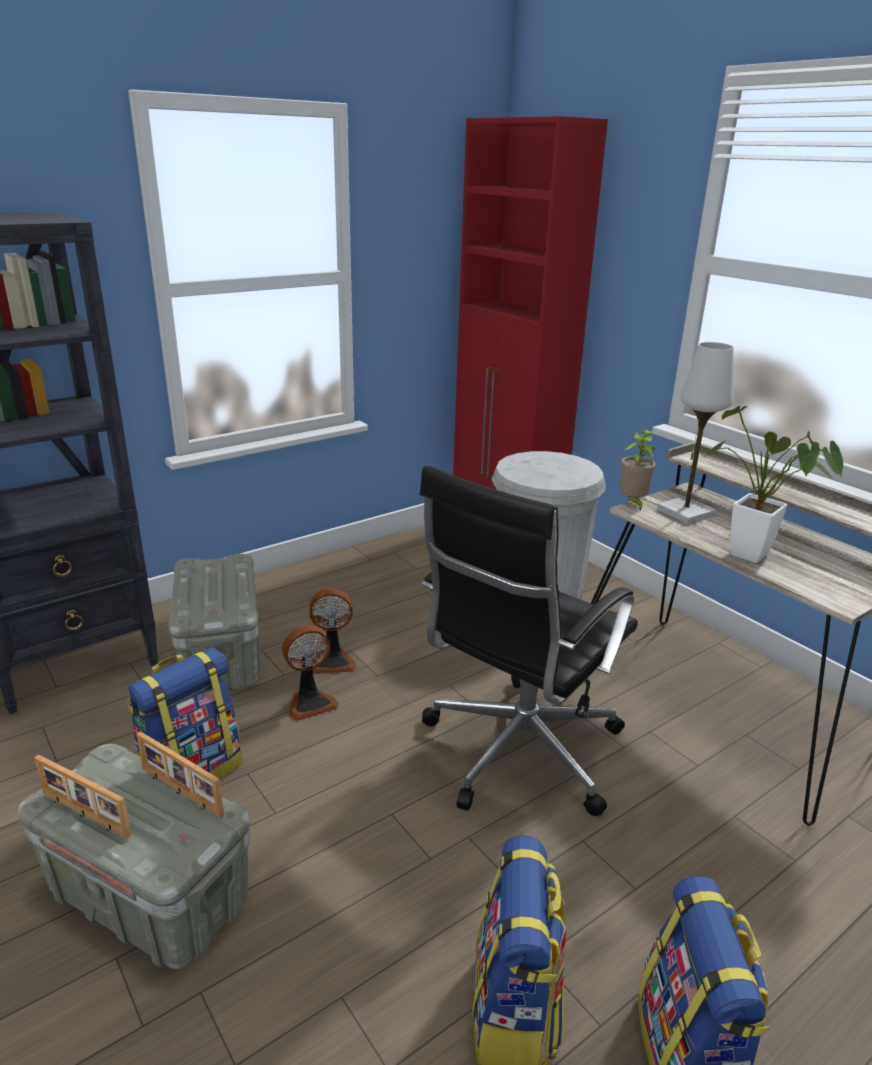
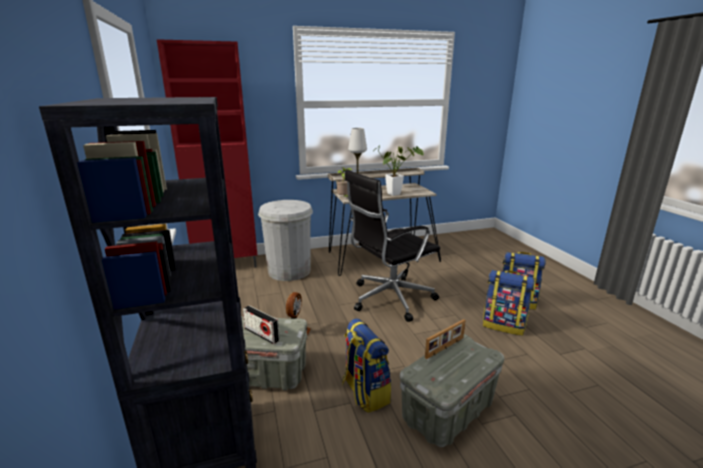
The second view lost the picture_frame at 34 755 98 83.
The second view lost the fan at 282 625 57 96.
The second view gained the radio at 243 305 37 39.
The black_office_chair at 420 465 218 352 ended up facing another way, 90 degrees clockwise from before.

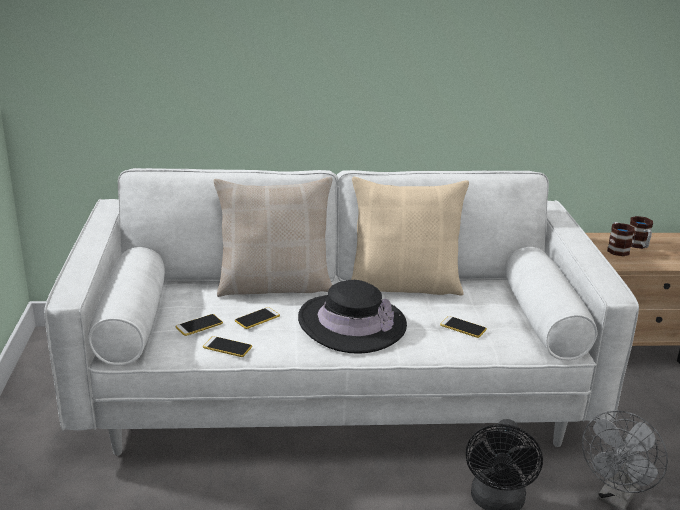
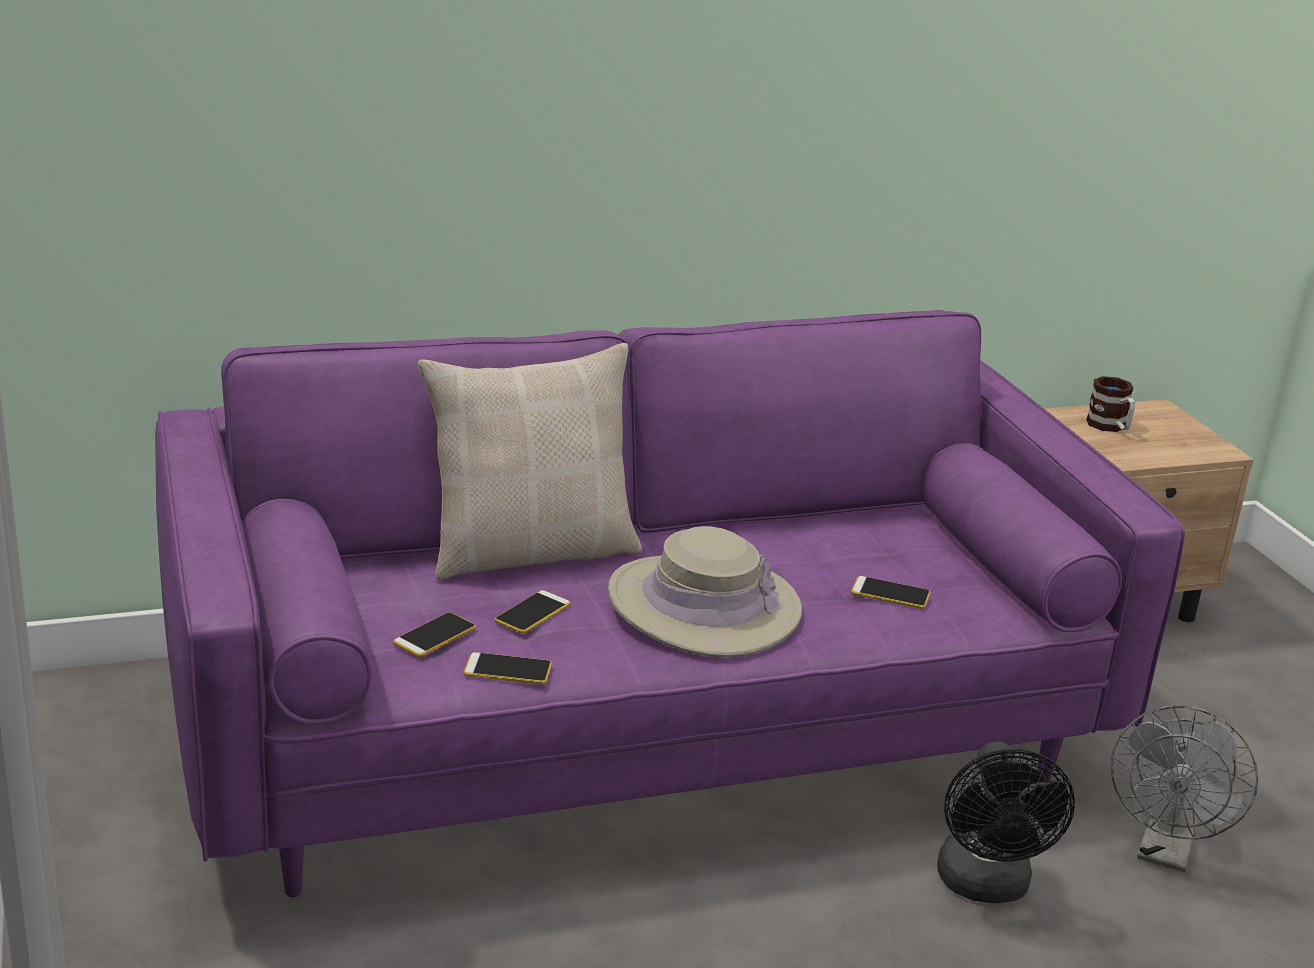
The second view lost the beige_pillow at 351 177 118 119.
The second view lost the mug at 607 222 28 34.
What was the white_sofa at 44 168 595 288 turned into the purple_sofa at 155 310 1030 588.
What was the black_hat at 298 280 109 74 turned into the beige_hat at 608 526 194 131.

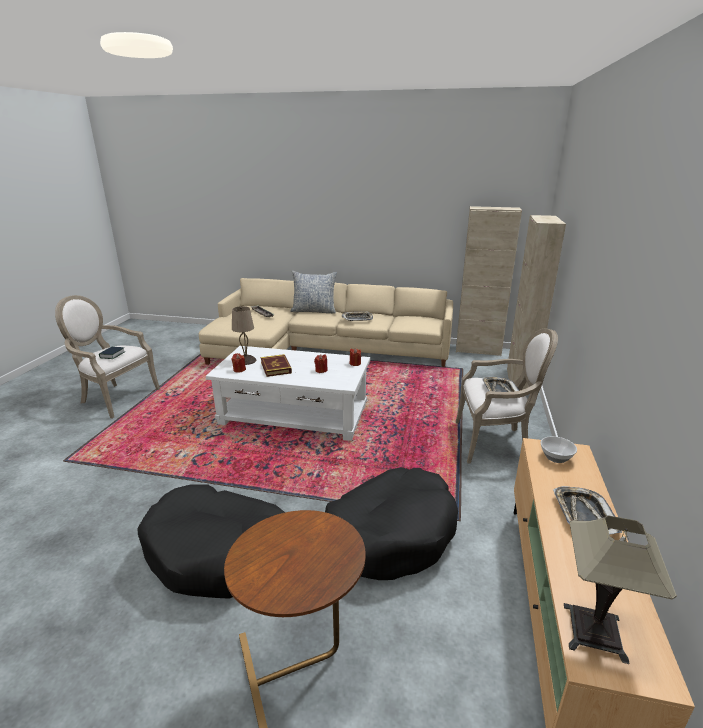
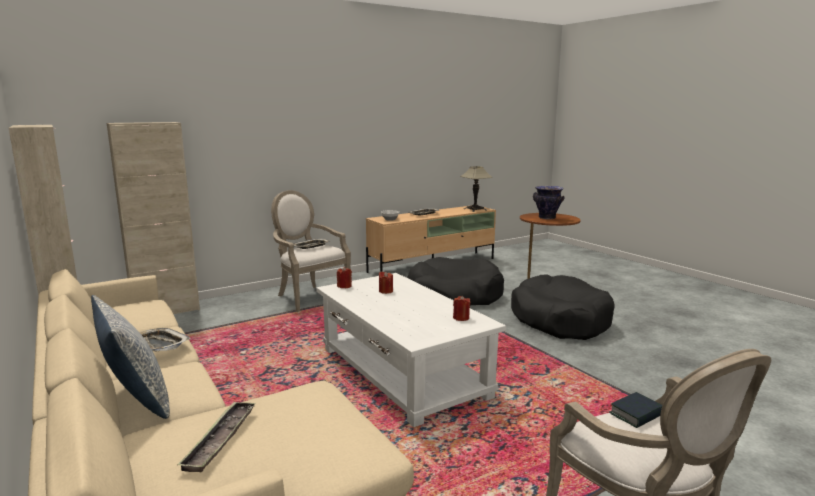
The second view lost the beige_table_lamp at 232 306 24 59.
The second view lost the book at 261 354 31 23.
The second view gained the vase at 533 186 32 33.

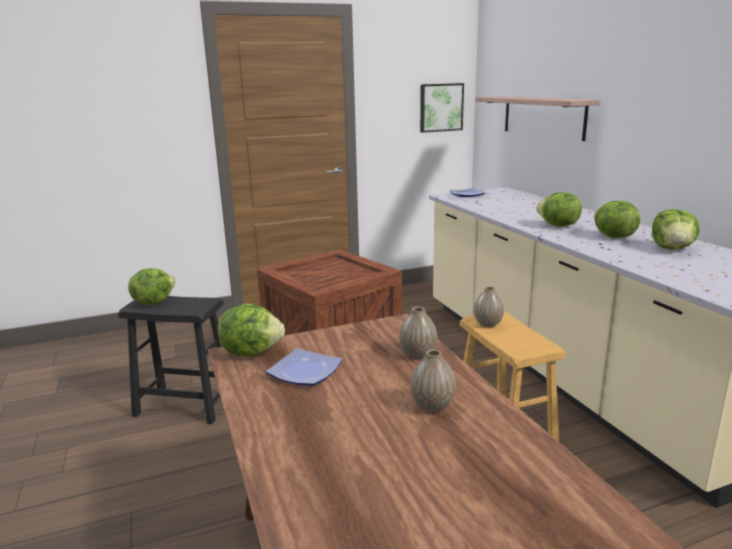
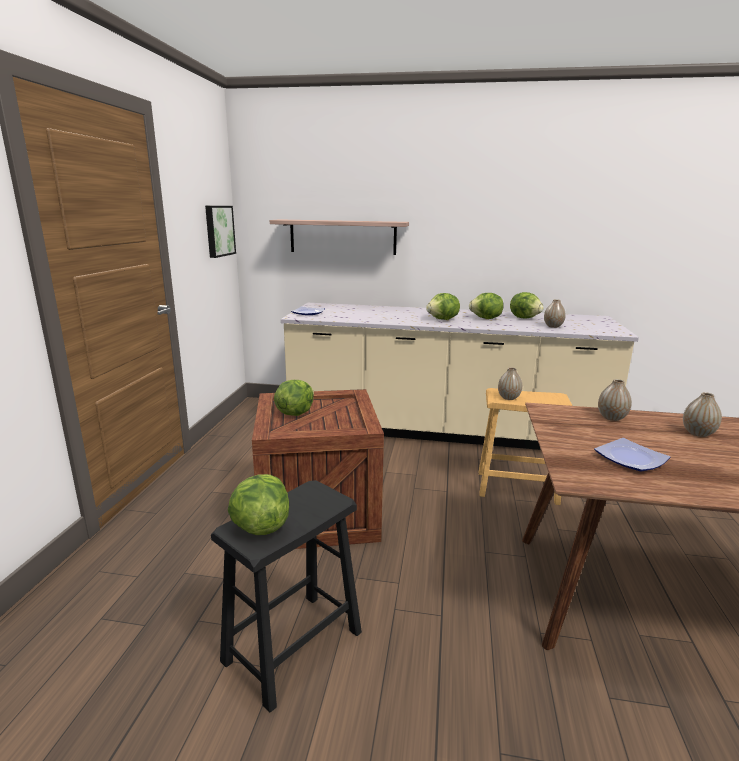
The second view gained the vase at 544 299 22 29.
The lettuce ended up elsewhere, having gone from 218 303 67 54 to 274 380 40 36.

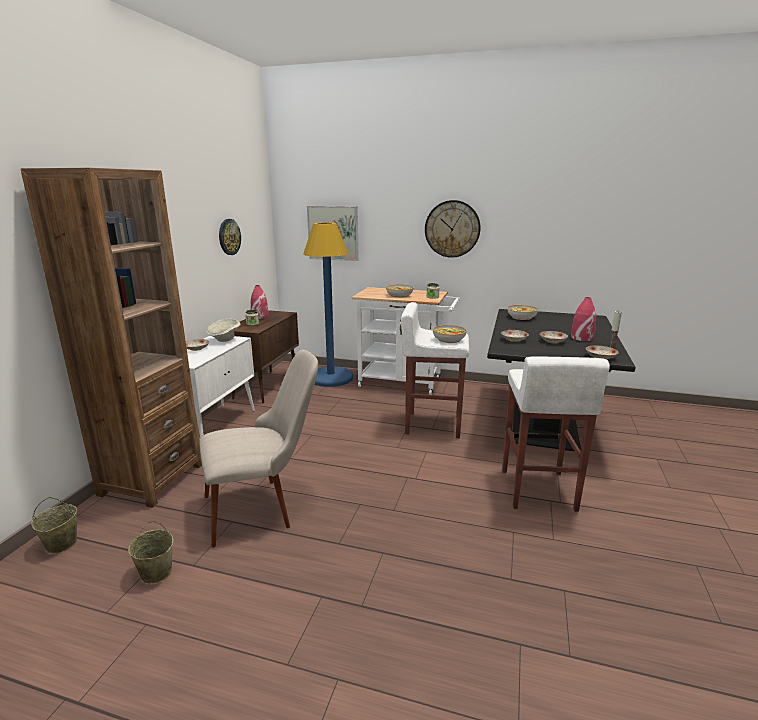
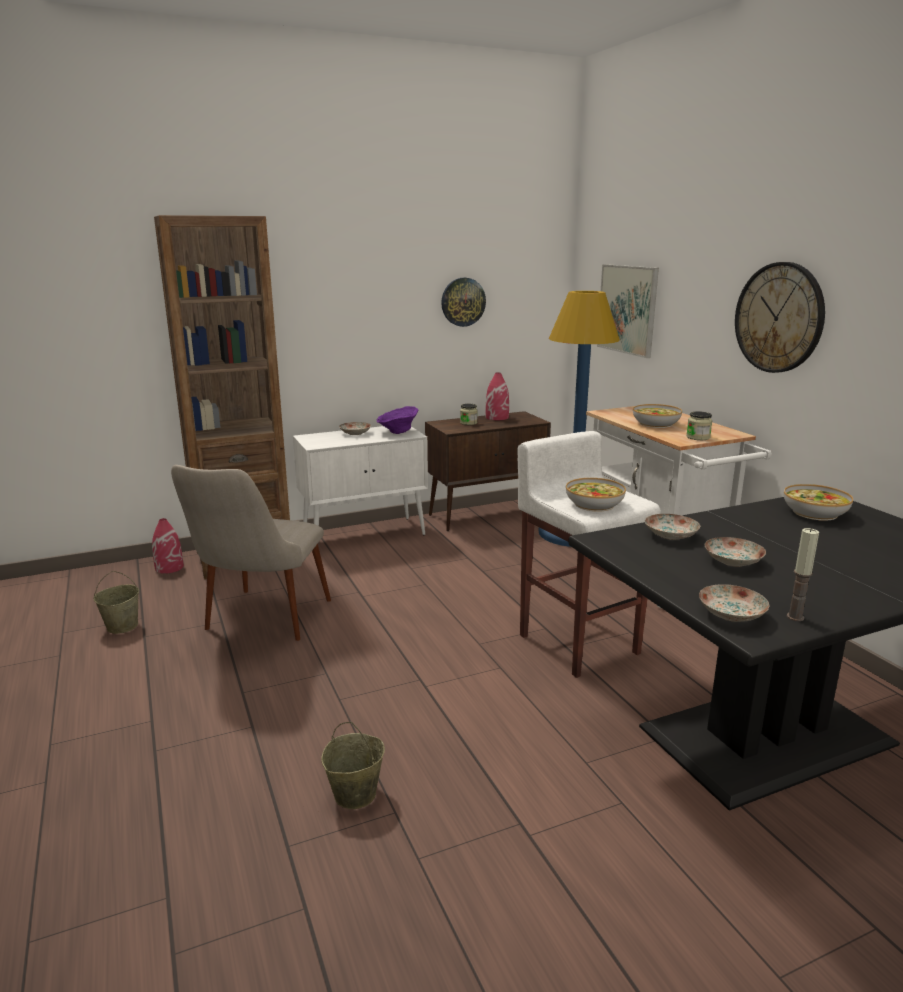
The second view lost the white_stool at 502 356 108 156.
The beige_bucket ended up elsewhere, having gone from 31 497 46 56 to 321 722 64 87.
The red_vase ended up elsewhere, having gone from 571 297 25 44 to 152 518 32 56.
What was the beige_bowl at 206 318 34 24 turned into the purple_bowl at 377 406 41 28.
The beige_chair at 199 350 119 198 ended up facing another way, 75 degrees clockwise from before.

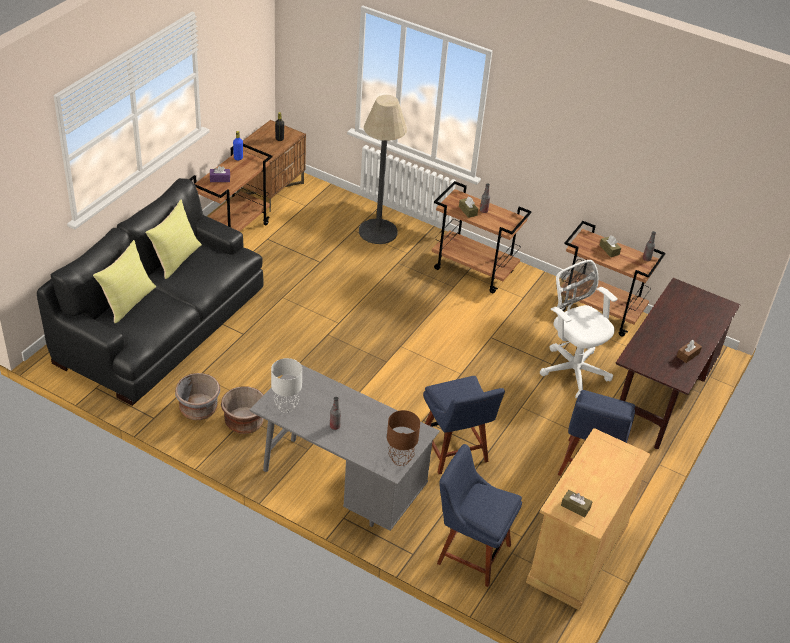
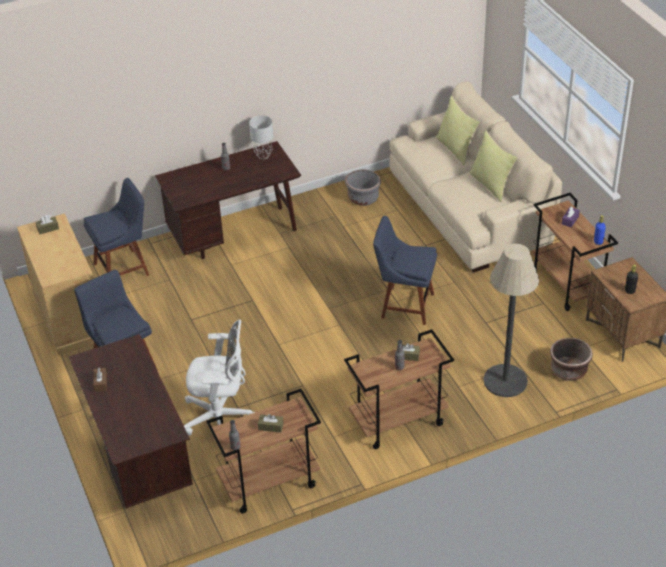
The second view lost the brown_table_lamp at 387 410 33 56.
The brown_planter ended up elsewhere, having gone from 221 386 43 48 to 550 338 43 43.
The blue_chair ended up elsewhere, having gone from 423 376 82 98 to 373 216 64 109.
What was the black_sofa at 37 178 226 228 turned into the beige_sofa at 389 82 173 191.
What was the grey_desk at 249 364 191 167 turned into the brown_desk at 155 141 146 118.

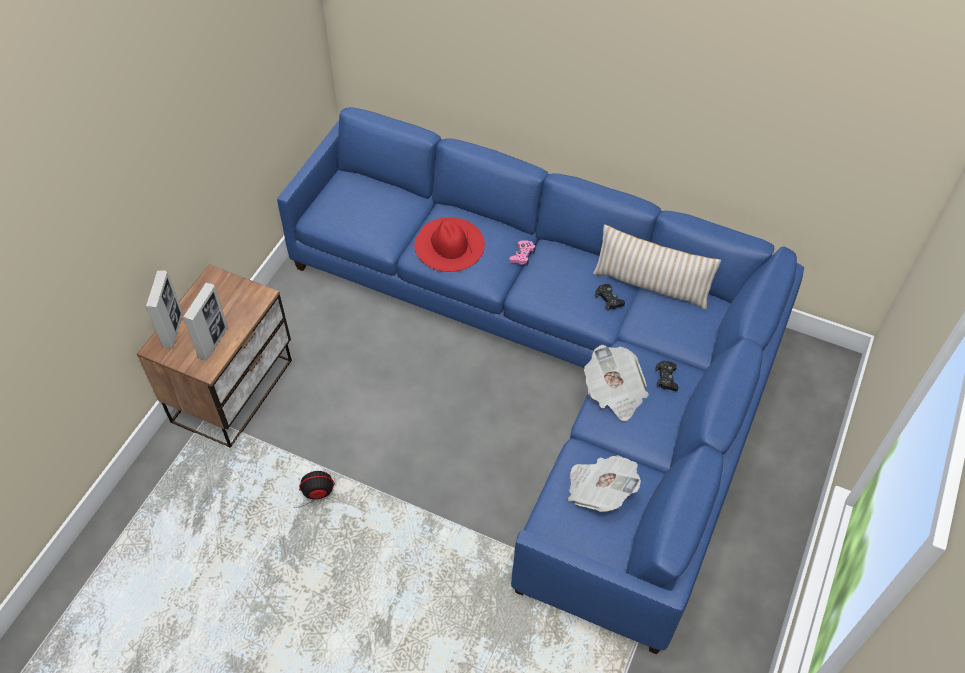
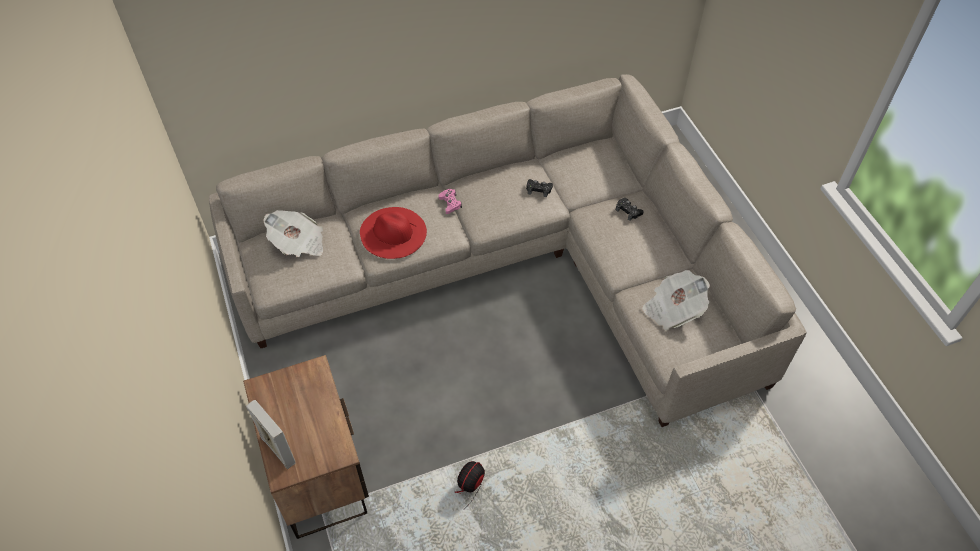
The second view lost the picture_frame at 183 283 45 78.
The second view lost the beige_pillow at 593 224 128 86.
The newspaper ended up elsewhere, having gone from 584 345 65 76 to 263 210 60 47.
What was the blue_sofa at 277 107 527 548 turned into the beige_sofa at 209 74 598 353.

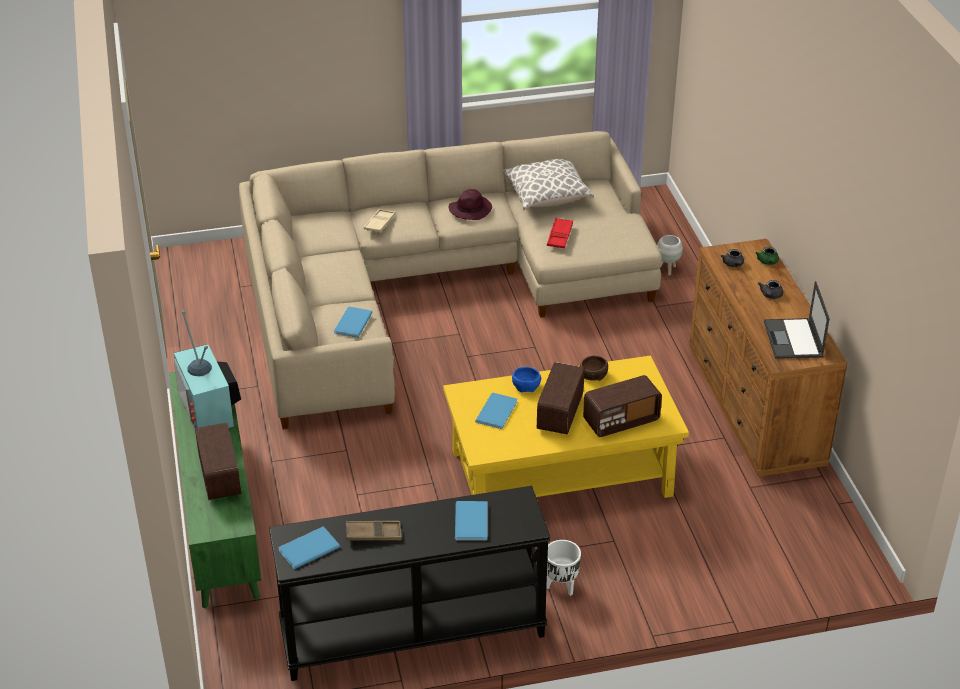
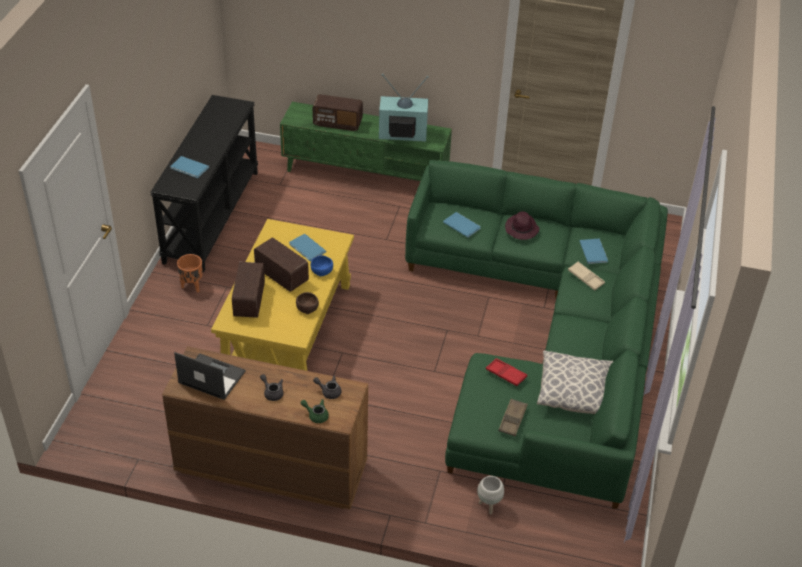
The blue_book ended up elsewhere, having gone from 279 527 61 42 to 580 239 28 25.
The brown_tray ended up elsewhere, having gone from 346 521 56 19 to 498 399 30 37.
The purple_hat ended up elsewhere, having gone from 449 189 43 31 to 505 211 35 29.
What was the beige_sofa at 239 131 423 298 turned into the green_sofa at 405 160 263 349.
What was the white_planter at 546 540 35 56 turned into the orange_planter at 177 254 26 39.

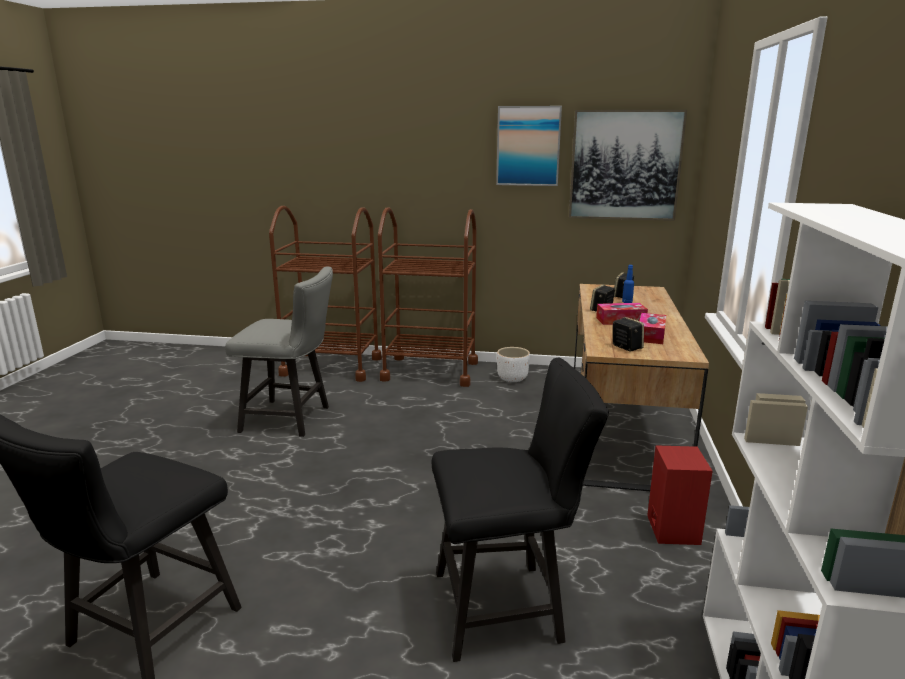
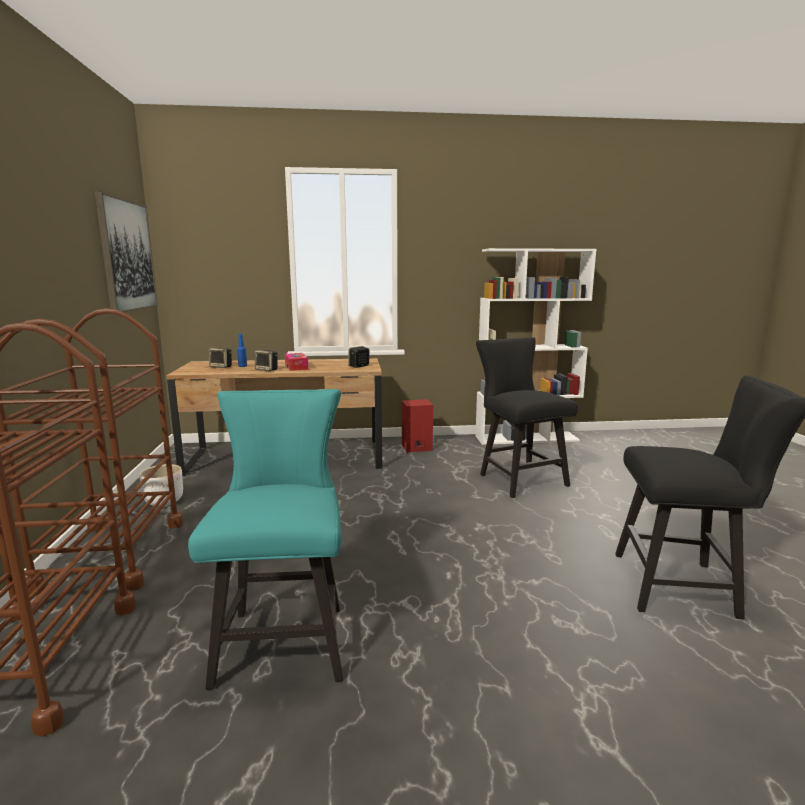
The second view lost the picture at 496 106 66 80.
The second view lost the tissue_box at 640 313 26 31.
What was the grey_chair at 225 267 108 170 turned into the turquoise_chair at 188 389 155 301.

